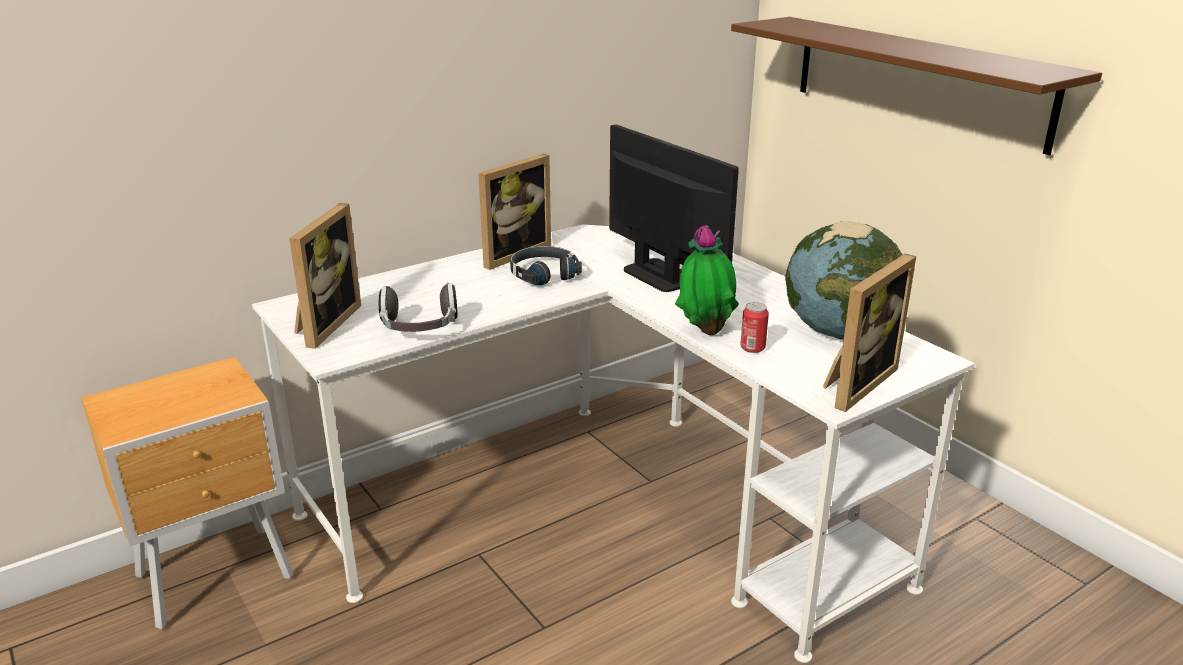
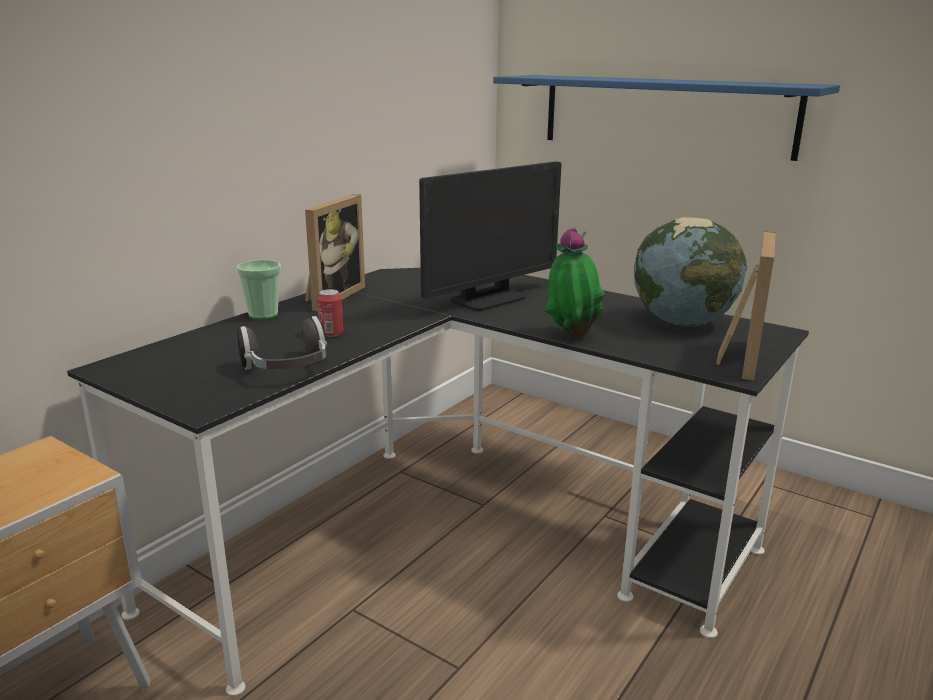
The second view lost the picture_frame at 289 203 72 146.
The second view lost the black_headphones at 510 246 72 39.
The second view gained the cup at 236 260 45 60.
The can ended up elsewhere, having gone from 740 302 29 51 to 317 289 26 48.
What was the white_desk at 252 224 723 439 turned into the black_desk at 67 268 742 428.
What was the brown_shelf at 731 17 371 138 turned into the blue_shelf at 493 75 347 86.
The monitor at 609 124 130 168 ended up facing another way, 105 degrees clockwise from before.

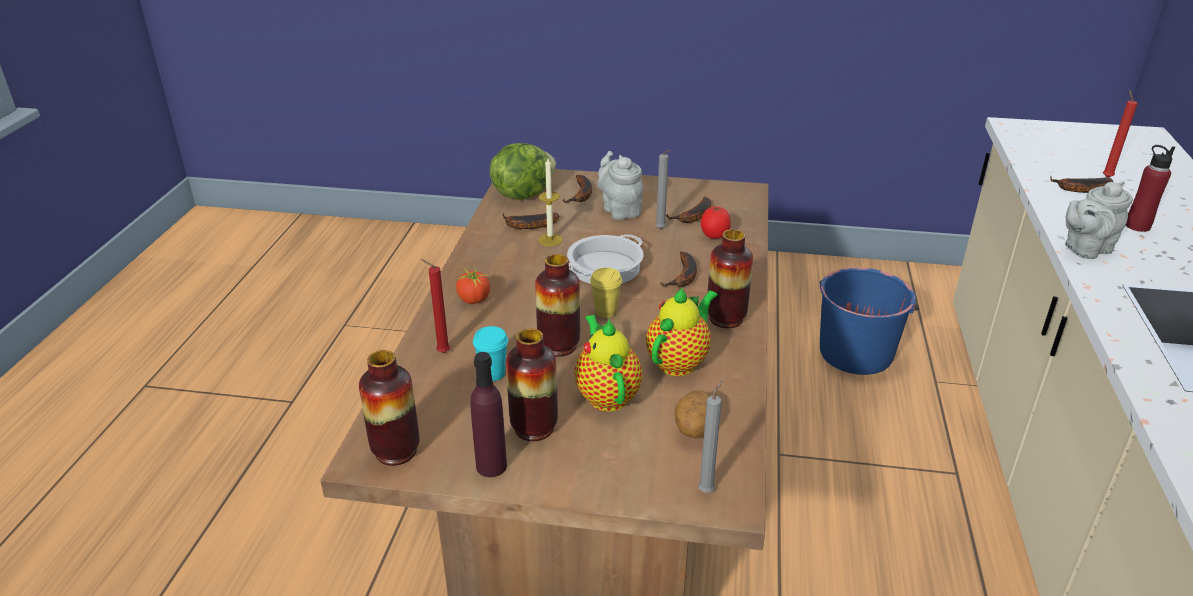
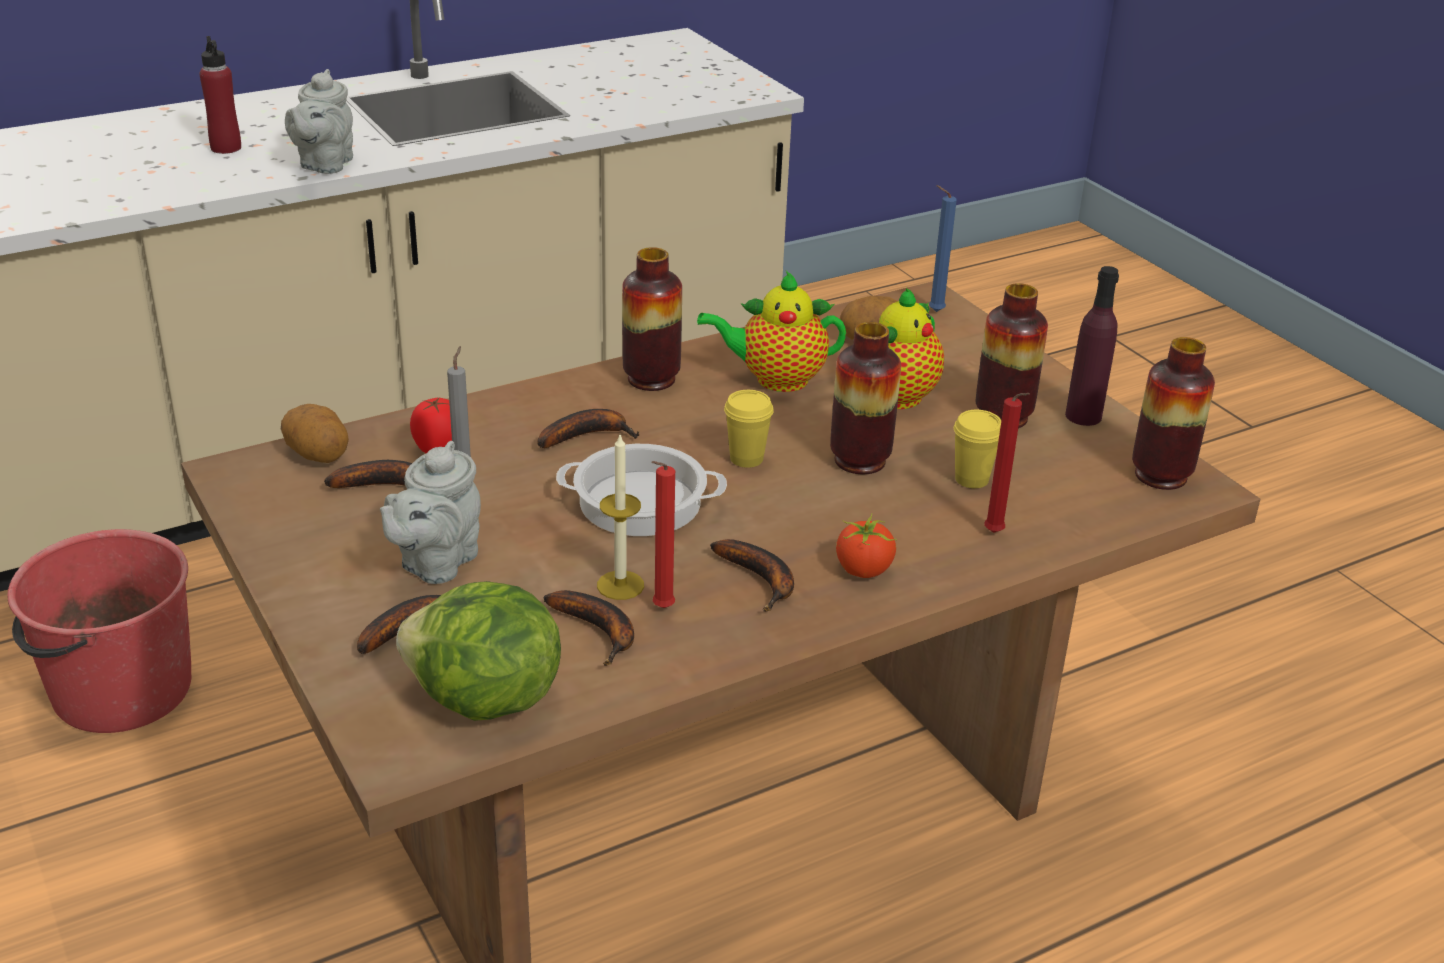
The second view gained the potato at 281 404 68 59.
The banana ended up elsewhere, having gone from 1050 176 63 17 to 711 539 83 73.
The red_candle ended up elsewhere, having gone from 1103 90 35 87 to 651 461 24 147.
What was the turquoise_cup at 473 326 35 55 turned into the yellow_cup at 954 410 47 78.
What was the grey_candle at 698 381 24 112 turned into the blue_candle at 929 185 28 127.
What was the blue_bucket at 819 267 100 108 turned into the red_bucket at 7 529 184 204.
The grey_teapot at 1065 181 68 78 ended up facing another way, 75 degrees clockwise from before.

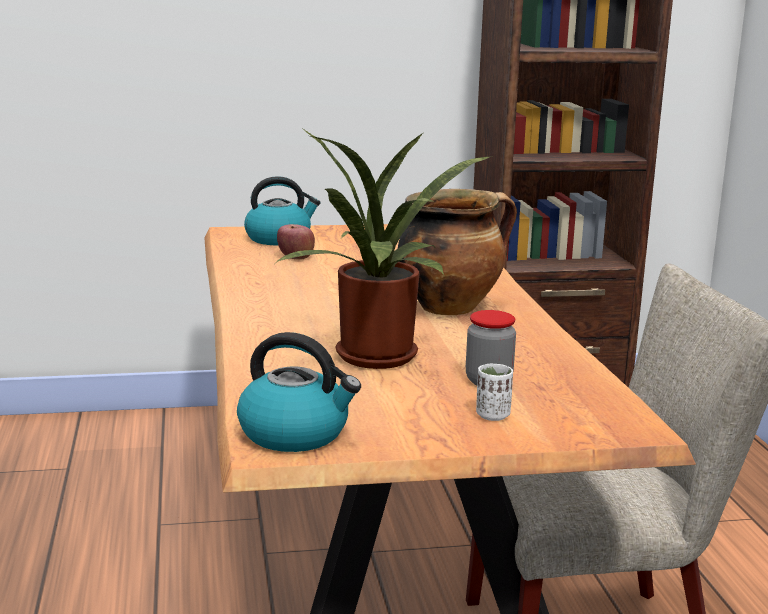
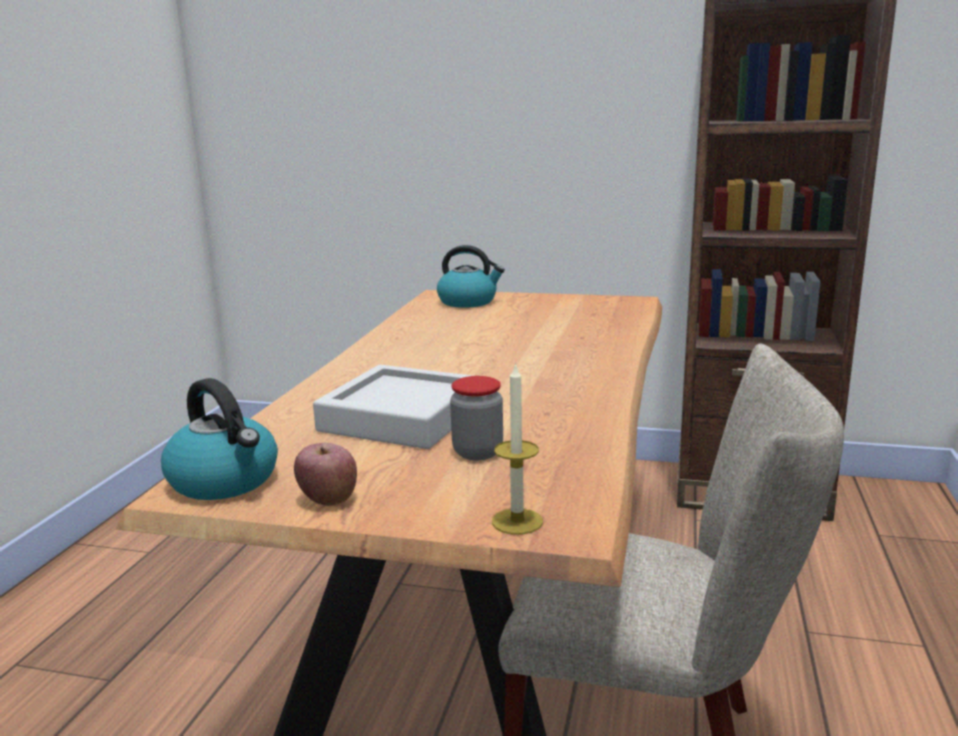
The second view lost the cooking_pot at 398 189 119 126.
The second view lost the white_cup at 476 363 37 58.
The second view gained the candle at 492 362 51 173.
The apple ended up elsewhere, having gone from 277 224 38 36 to 294 443 63 63.
Where the potted_plant stood at 276 129 213 240, the grey_tray came to stand at 313 365 160 84.

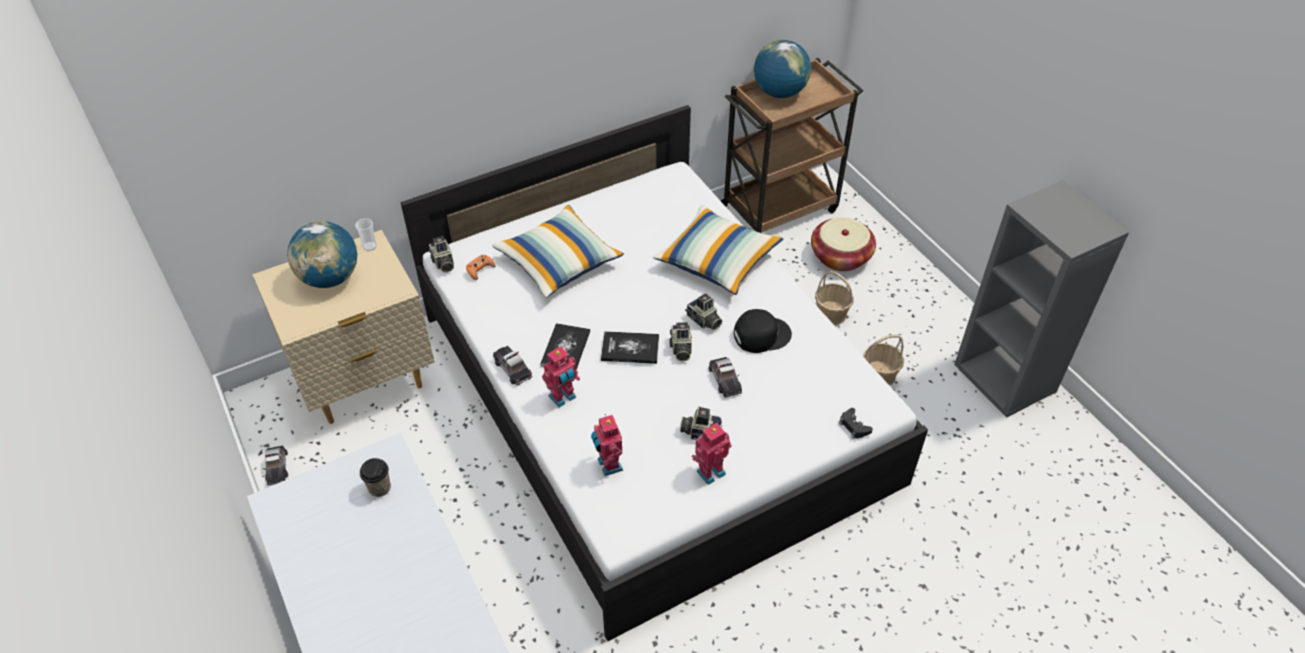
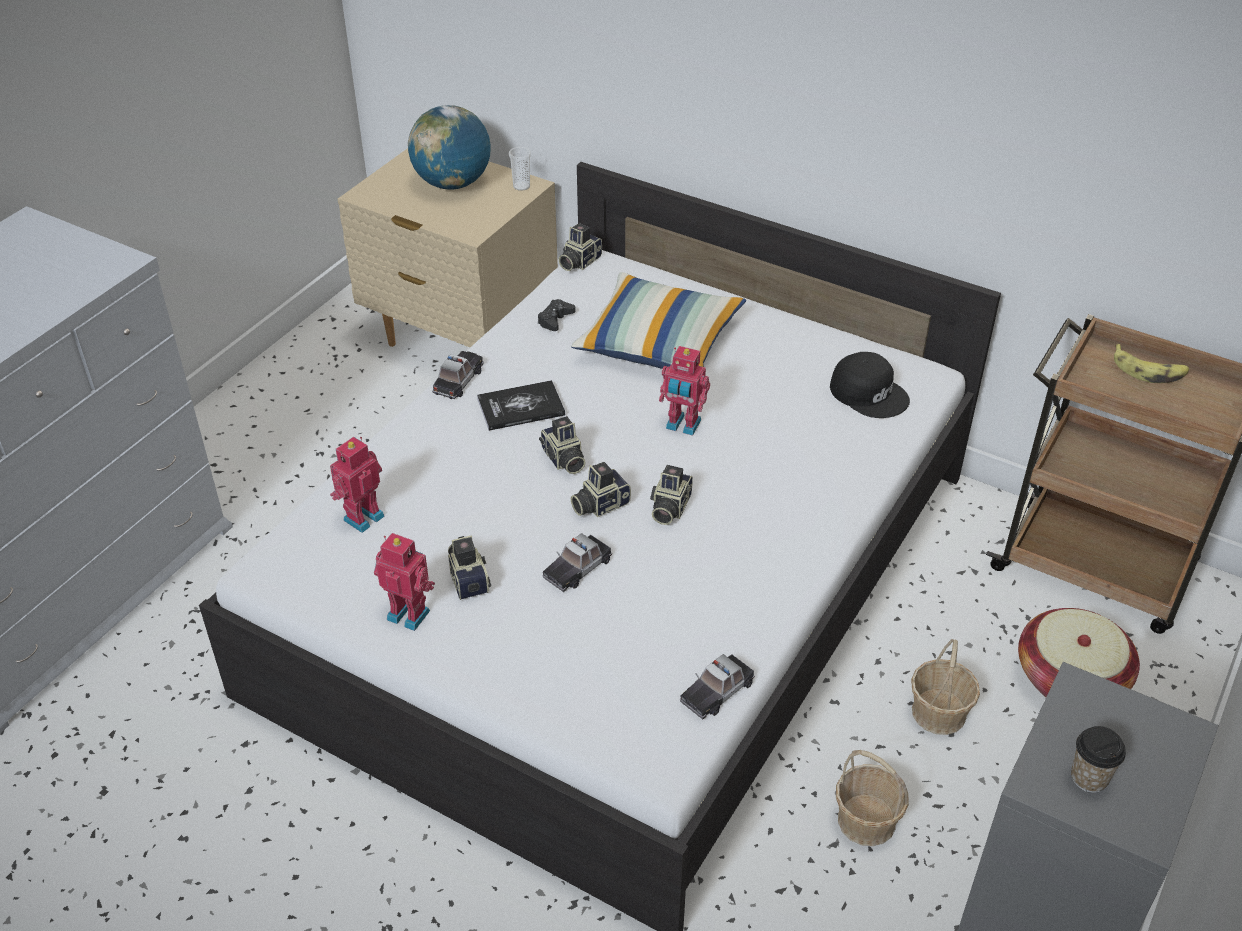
The second view lost the orange_game_controller at 466 255 30 25.
The second view lost the pillow at 653 205 130 90.
The toy_car ended up elsewhere, having gone from 262 446 26 40 to 680 654 75 65.
The cup ended up elsewhere, having gone from 360 458 31 39 to 1071 726 55 67.
The toy_robot ended up elsewhere, having gone from 542 346 38 62 to 659 346 51 90.
The black_cap ended up elsewhere, having gone from 734 309 58 44 to 830 352 80 66.
The black_game_controller ended up elsewhere, having gone from 839 408 34 31 to 538 299 37 32.
Where the book stood at 601 331 58 33, the photo_camera came to stand at 539 416 47 58.
Where the globe stood at 754 40 57 58, the banana came to stand at 1114 344 76 39.

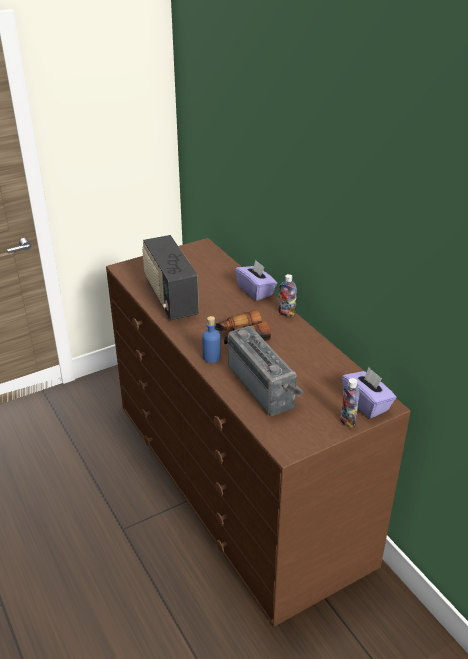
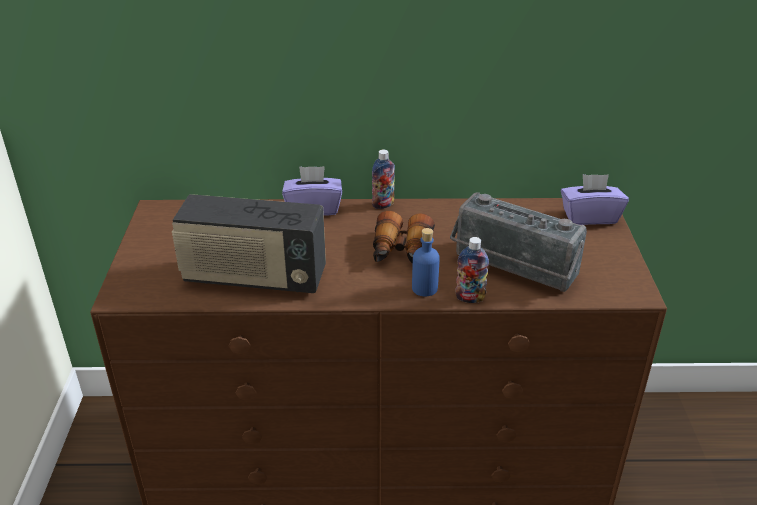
The bottle ended up elsewhere, having gone from 340 378 20 50 to 455 237 34 66.
The radio at 228 326 75 90 ended up facing another way, 150 degrees counterclockwise from before.

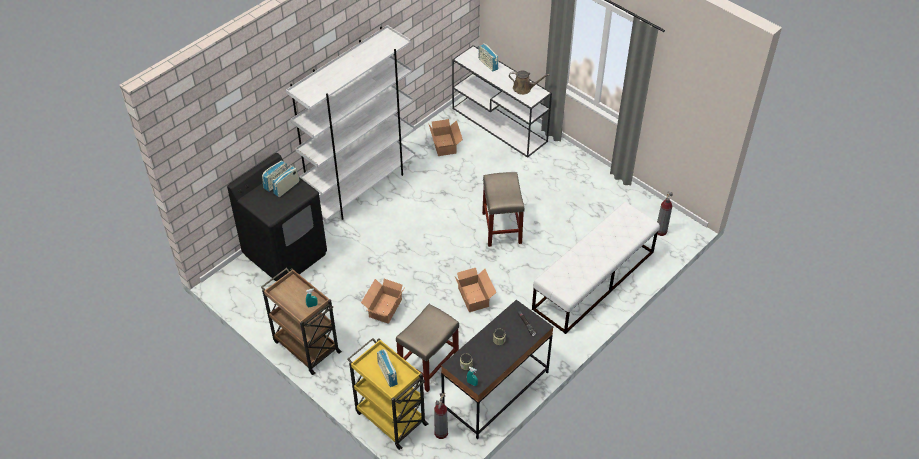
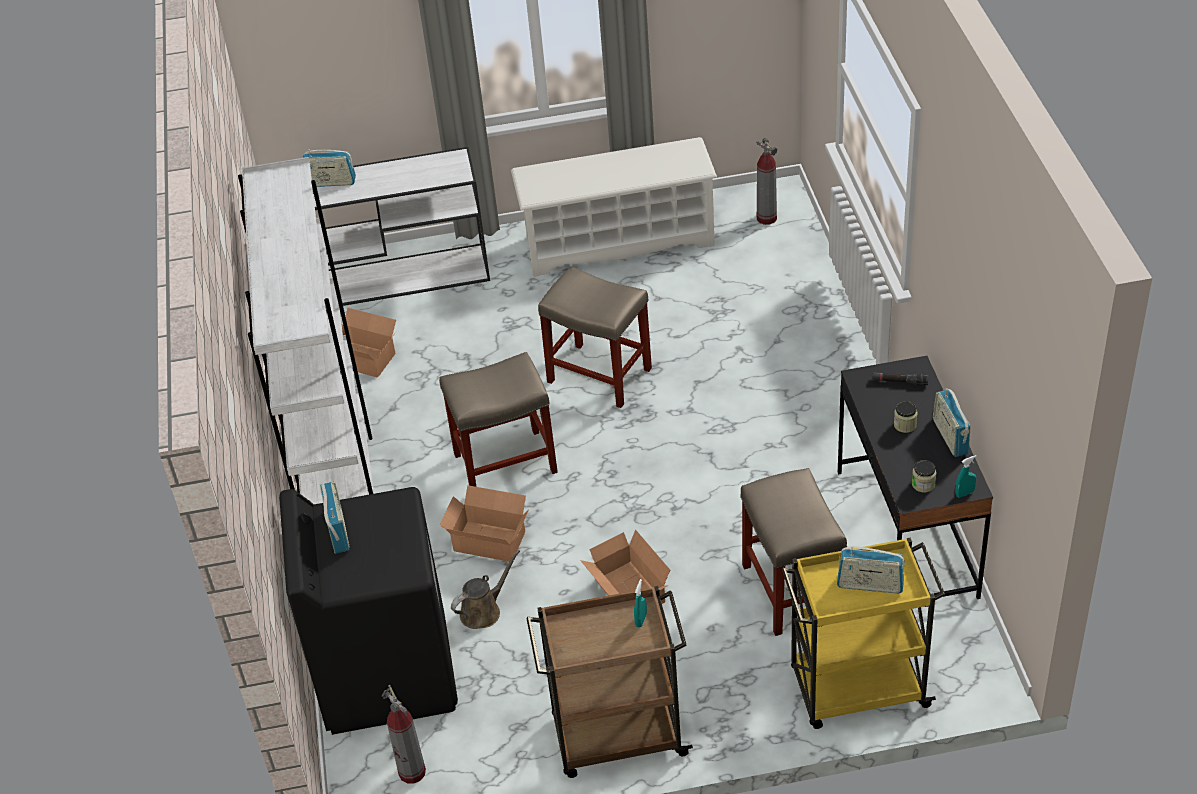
The second view lost the white_bench at 532 202 128 132.
The second view gained the beige_stool at 439 352 119 135.
The second view gained the white_shoe_rack at 511 137 206 140.
The radio ended up elsewhere, having gone from 272 166 28 31 to 933 388 37 69.
The fire_extinguisher ended up elsewhere, having gone from 434 393 14 46 to 382 685 44 99.
The cardboard_box ended up elsewhere, having gone from 455 268 41 44 to 440 485 89 77.
The brown_watering_can ended up elsewhere, having gone from 509 71 41 24 to 451 550 69 79.

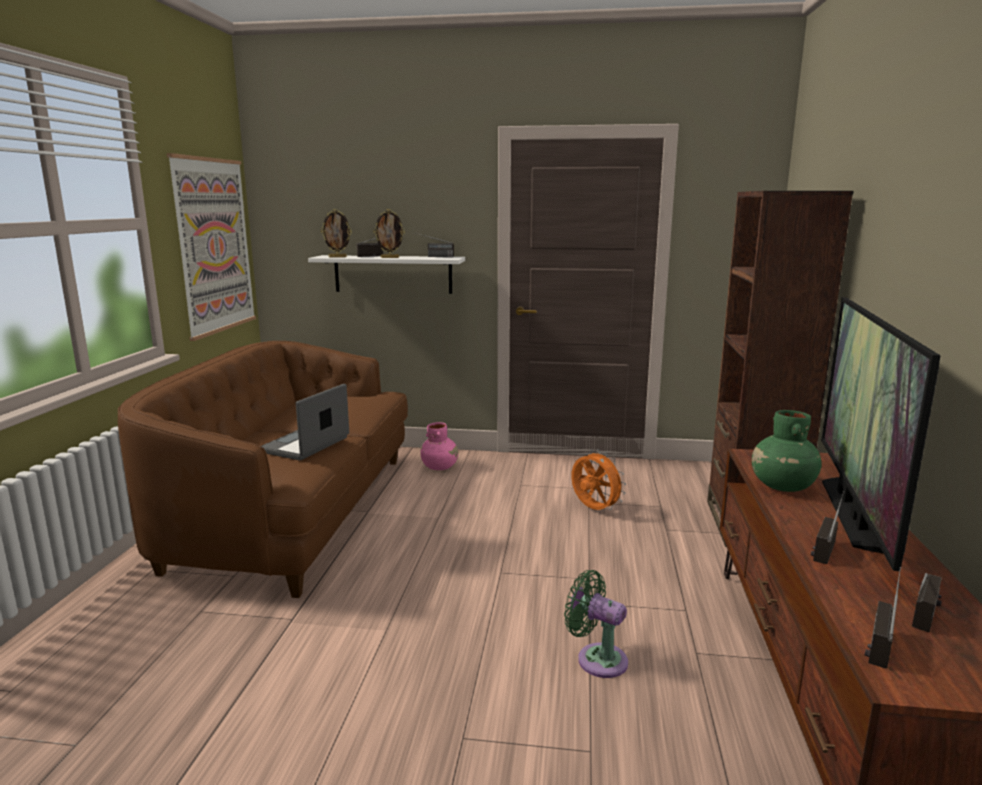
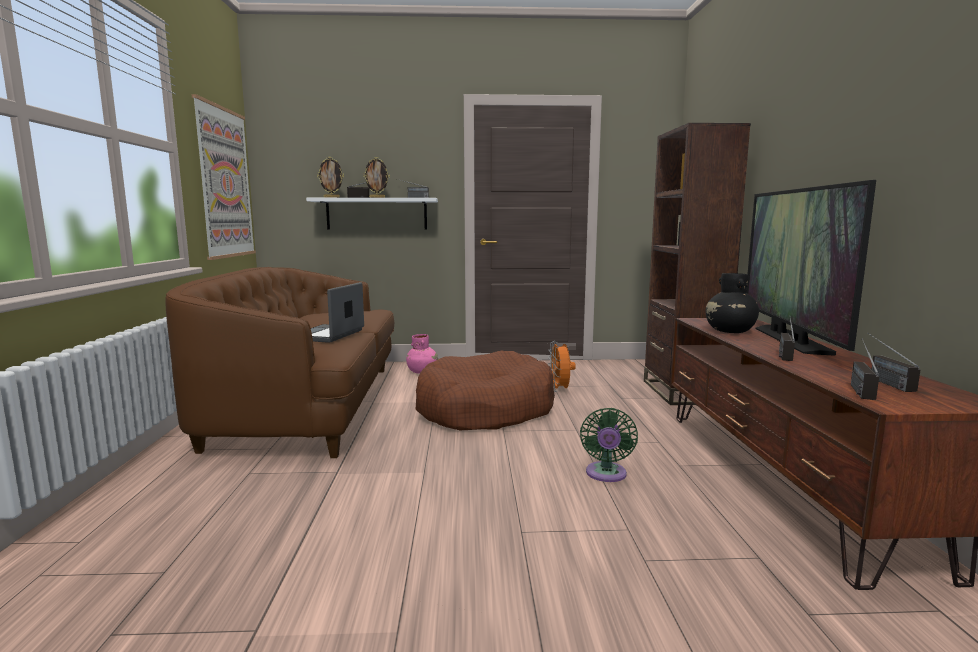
The second view gained the brown_dog_bed at 415 351 140 79.
What was the green_vase at 752 410 70 82 turned into the black_vase at 705 273 54 60.
The green_fan at 564 570 64 108 ended up facing another way, 105 degrees counterclockwise from before.
The orange_fan at 571 449 55 61 ended up facing another way, 135 degrees counterclockwise from before.
The radio at 912 573 30 60 ended up facing another way, 150 degrees clockwise from before.

